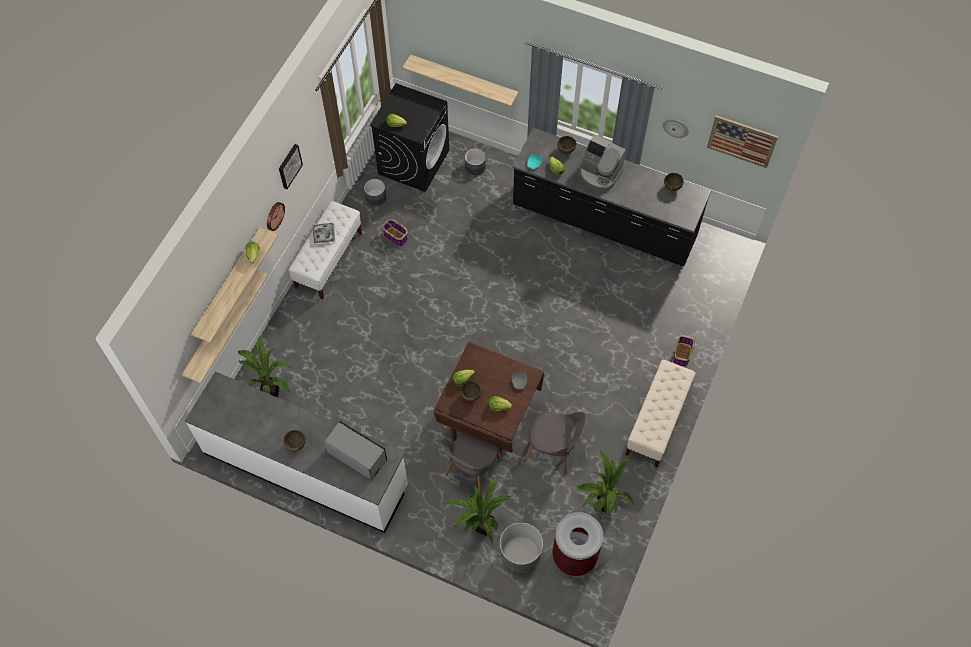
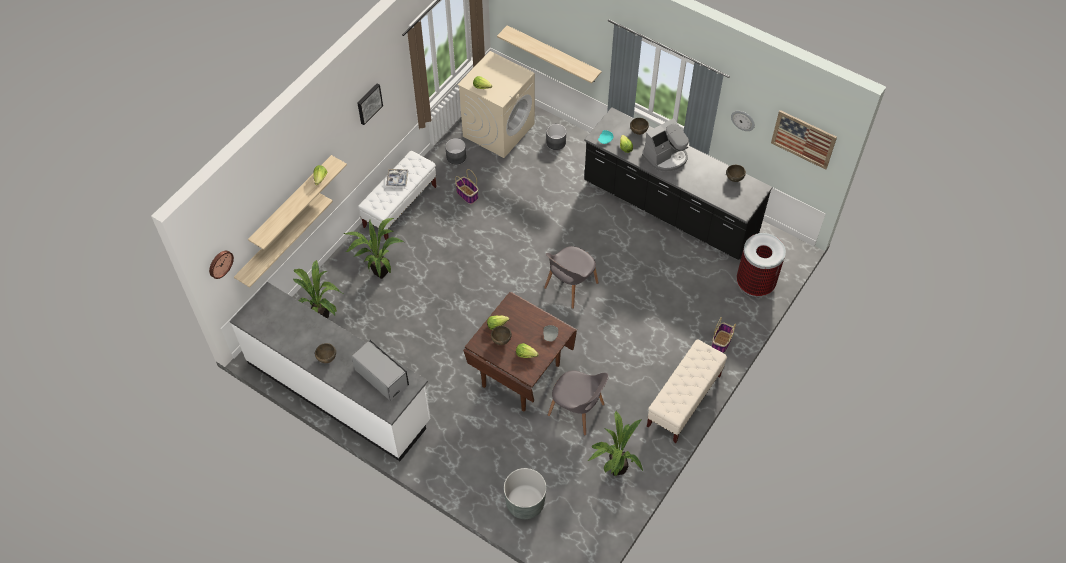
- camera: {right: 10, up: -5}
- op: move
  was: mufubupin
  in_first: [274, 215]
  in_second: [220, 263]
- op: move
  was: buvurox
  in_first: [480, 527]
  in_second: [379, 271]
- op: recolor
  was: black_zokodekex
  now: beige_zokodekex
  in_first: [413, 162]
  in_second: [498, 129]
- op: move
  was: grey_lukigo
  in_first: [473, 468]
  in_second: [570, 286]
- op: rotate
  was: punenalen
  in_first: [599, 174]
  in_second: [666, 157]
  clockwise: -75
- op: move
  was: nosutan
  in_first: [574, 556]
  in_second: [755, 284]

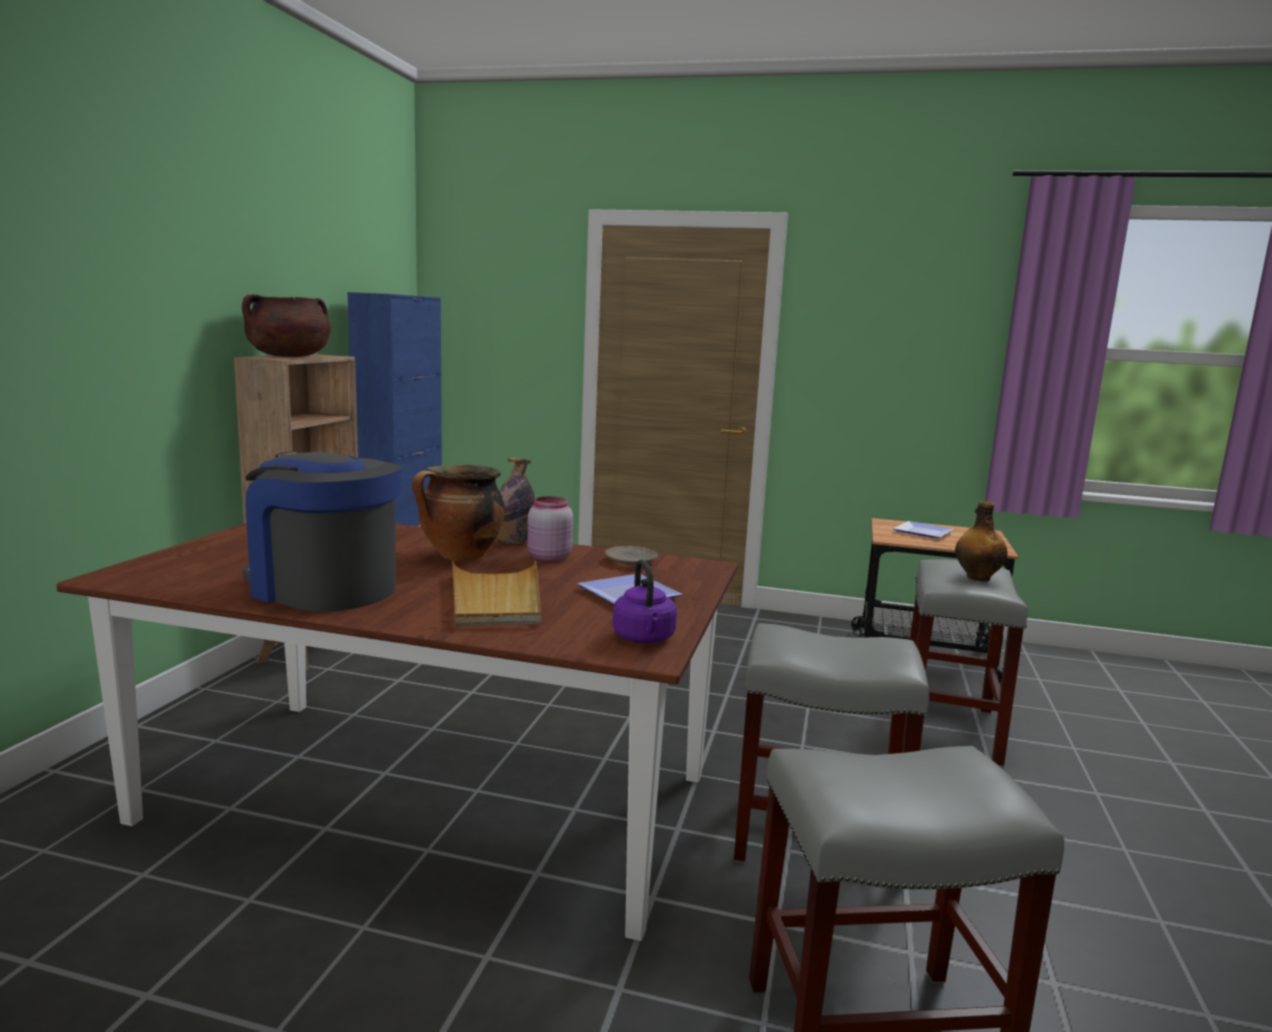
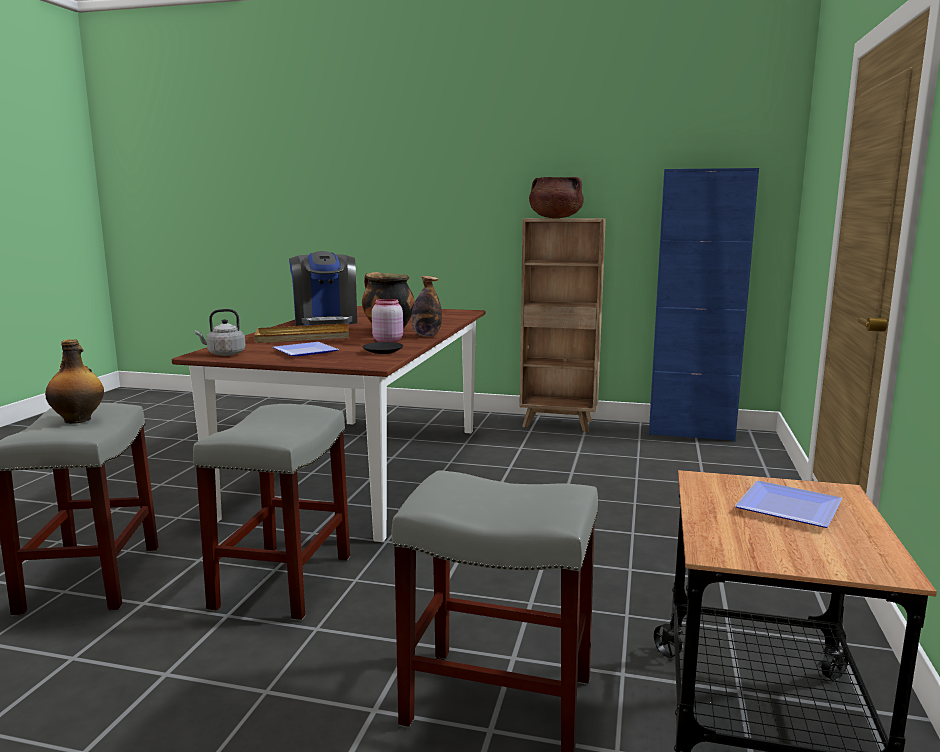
- camera: {right: 90, up: 0}
- op: move
  was: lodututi
  in_first: [977, 577]
  in_second: [79, 420]
- op: recolor
  was: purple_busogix
  now: grey_busogix
  in_first: [644, 639]
  in_second: [224, 354]
- op: rotate
  was: punenalen
  in_first: [323, 588]
  in_second: [326, 322]
  clockwise: 135
- op: recolor
  was: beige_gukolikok
  now: black_gukolikok
  in_first: [631, 561]
  in_second: [383, 352]

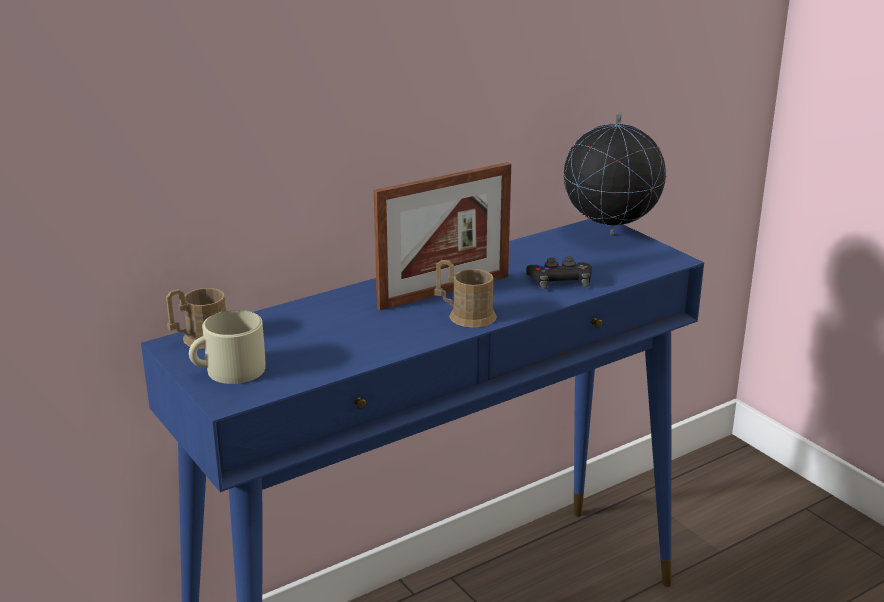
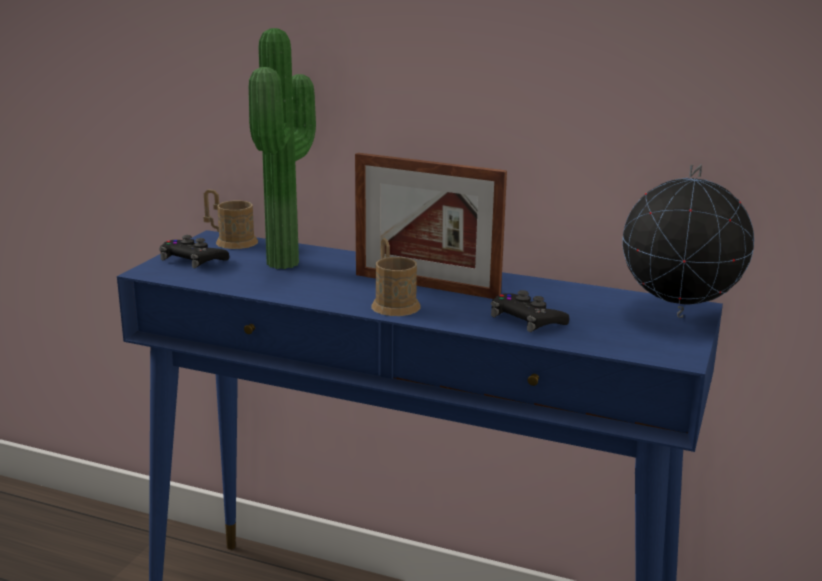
- camera: {right: 55, up: -5}
- op: replace
  was: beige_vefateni
  now: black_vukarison
  in_first: [228, 371]
  in_second: [193, 260]
- op: insert
  now: buvurox
  in_second: [289, 263]

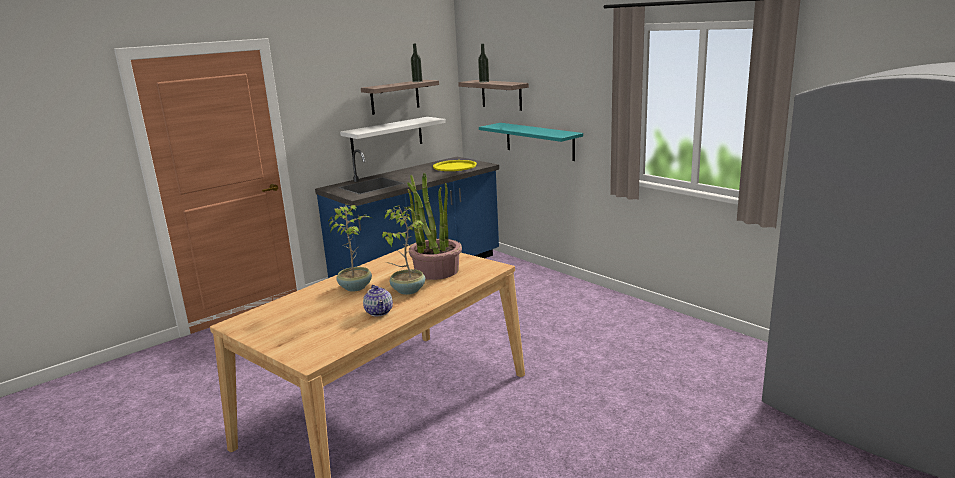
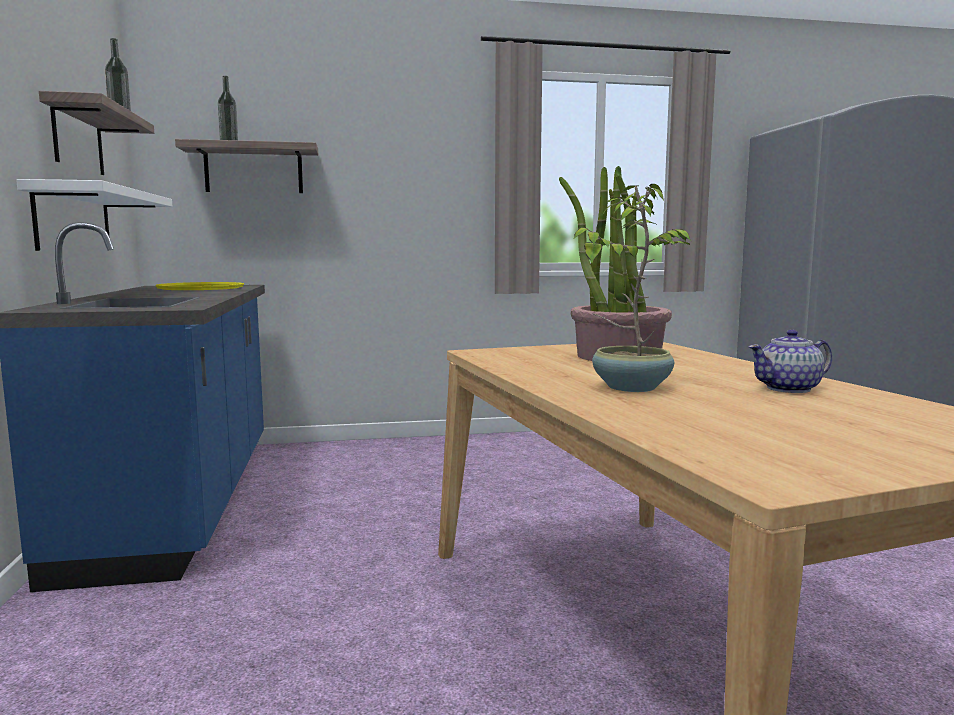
- camera: {right: -60, up: -10}
- op: rotate
  was: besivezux
  in_first: [379, 312]
  in_second: [789, 389]
  clockwise: 150
- op: delete
  was: buvurox
  in_first: [407, 290]
- op: delete
  was: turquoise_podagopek
  in_first: [539, 141]

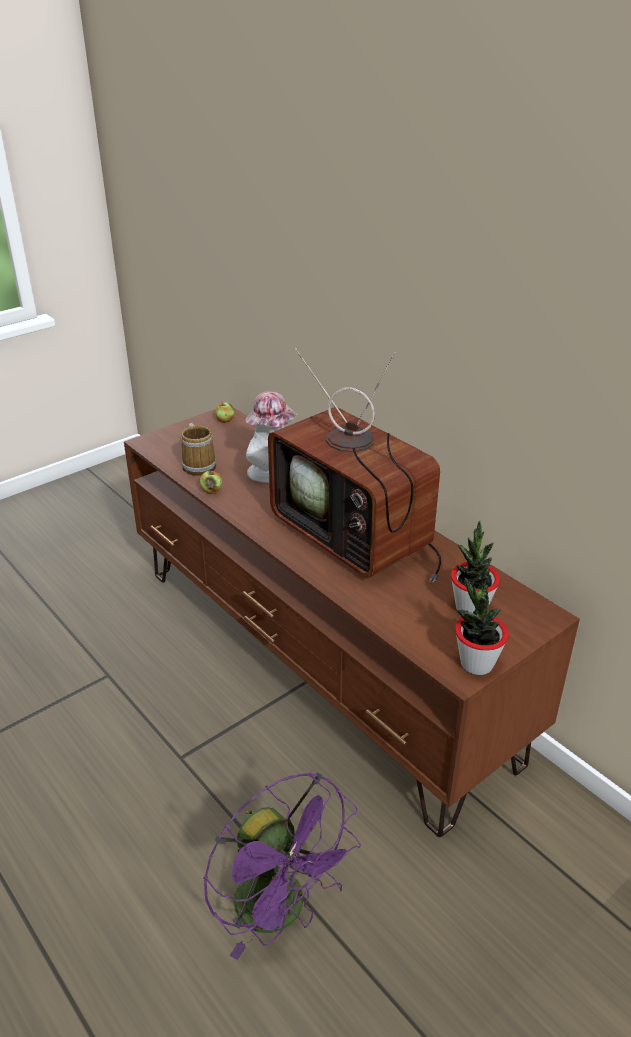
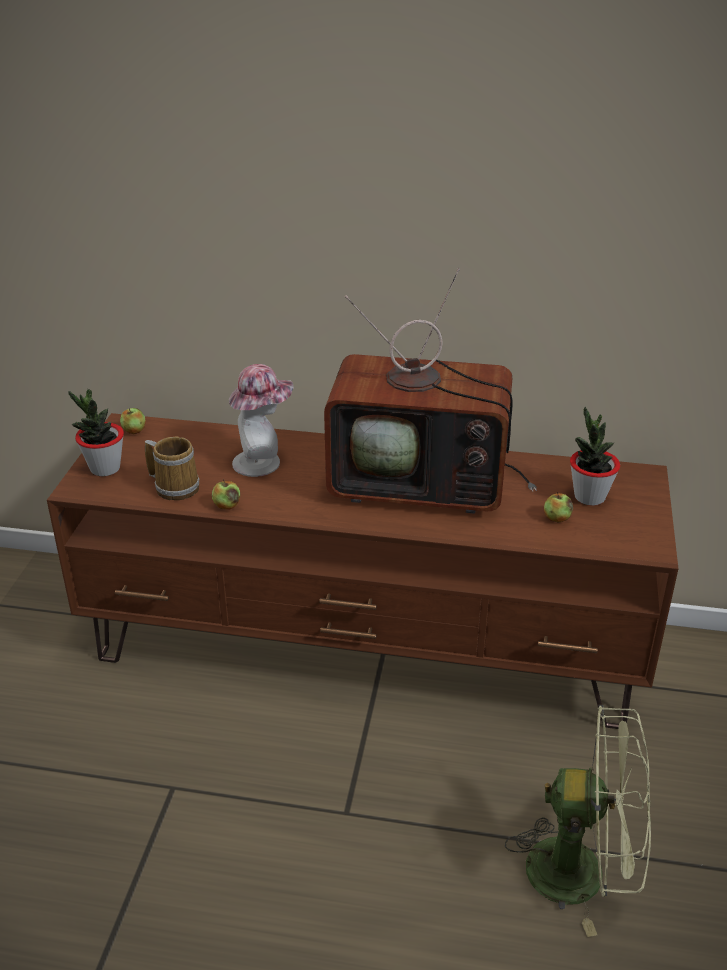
- camera: {right: -40, up: 0}
- op: move
  was: buvurox
  in_first: [476, 664]
  in_second: [105, 468]
- op: recolor
  was: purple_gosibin
  now: green_gosibin
  in_first: [281, 911]
  in_second: [583, 872]
- op: insert
  now: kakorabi
  in_second: [557, 518]

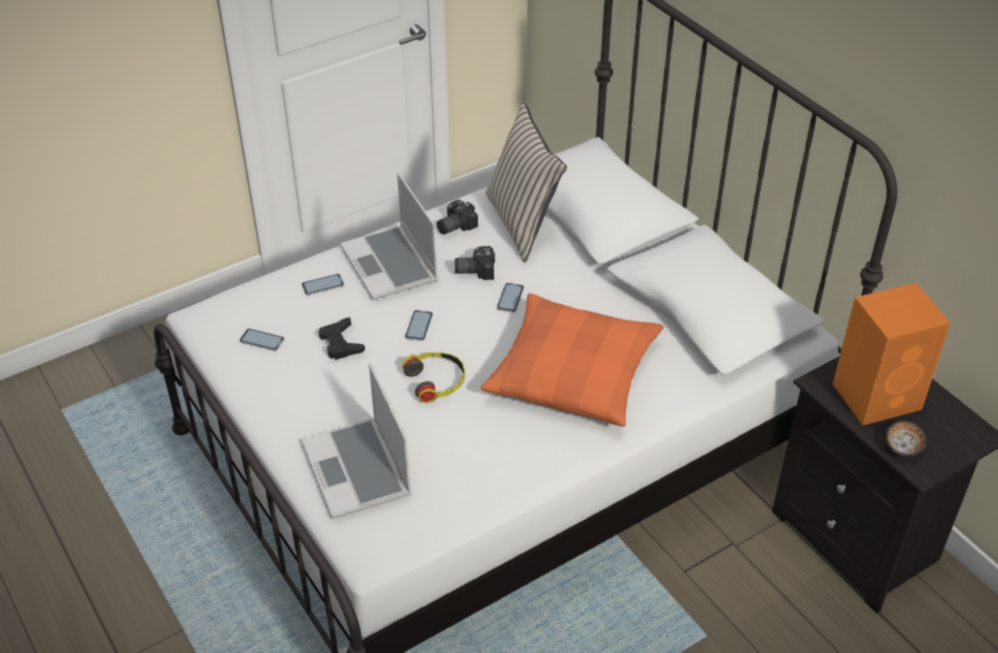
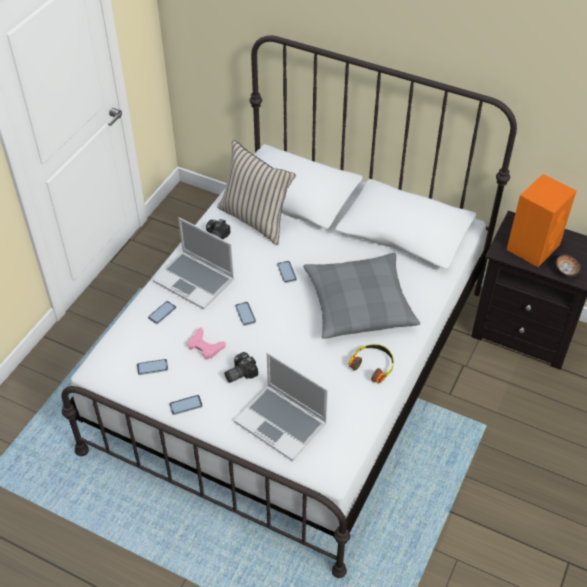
- camera: {right: -30, up: 5}
- op: insert
  now: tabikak
  in_second: [186, 405]
- op: recolor
  was: black_vukarison
  now: pink_vukarison
  in_first: [341, 343]
  in_second: [205, 346]
- op: move
  was: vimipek
  in_first: [475, 270]
  in_second: [239, 373]
- op: recolor
  was: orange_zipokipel
  now: grey_zipokipel
  in_first: [573, 372]
  in_second: [359, 304]
- op: move
  was: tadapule
  in_first: [436, 381]
  in_second: [373, 365]

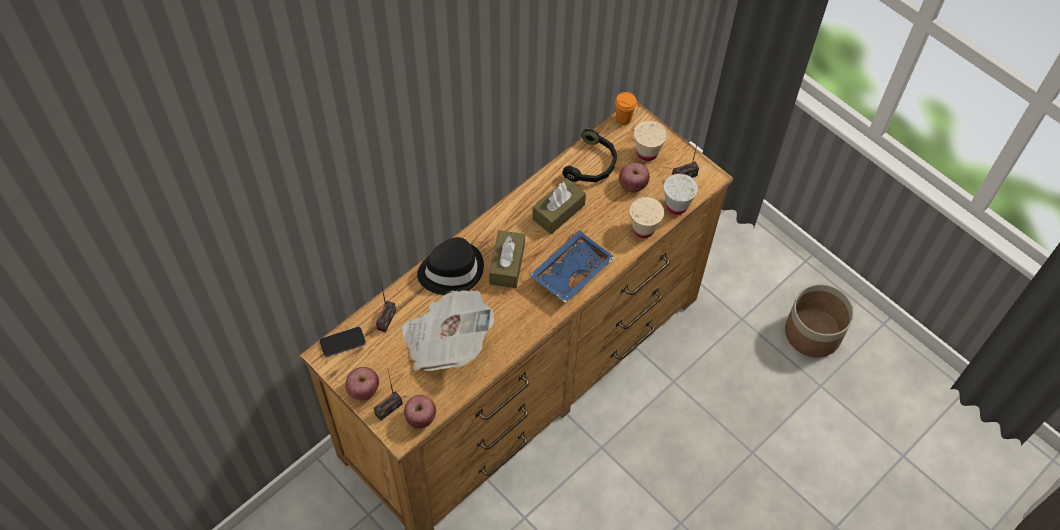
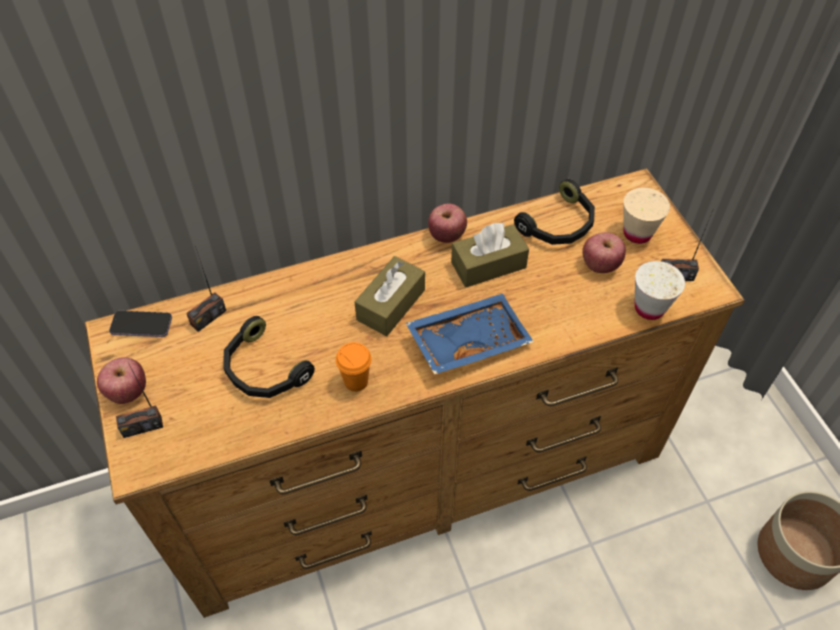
- camera: {right: 25, up: -5}
- op: replace
  was: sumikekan
  now: black_tadapule
  in_first: [446, 341]
  in_second: [263, 370]
- op: move
  was: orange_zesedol
  in_first: [623, 119]
  in_second: [356, 381]
- op: move
  was: kakorabi
  in_first: [421, 418]
  in_second: [447, 236]
- op: delete
  was: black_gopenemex
  in_first: [451, 270]
- op: delete
  was: beige_zesedol
  in_first: [643, 229]

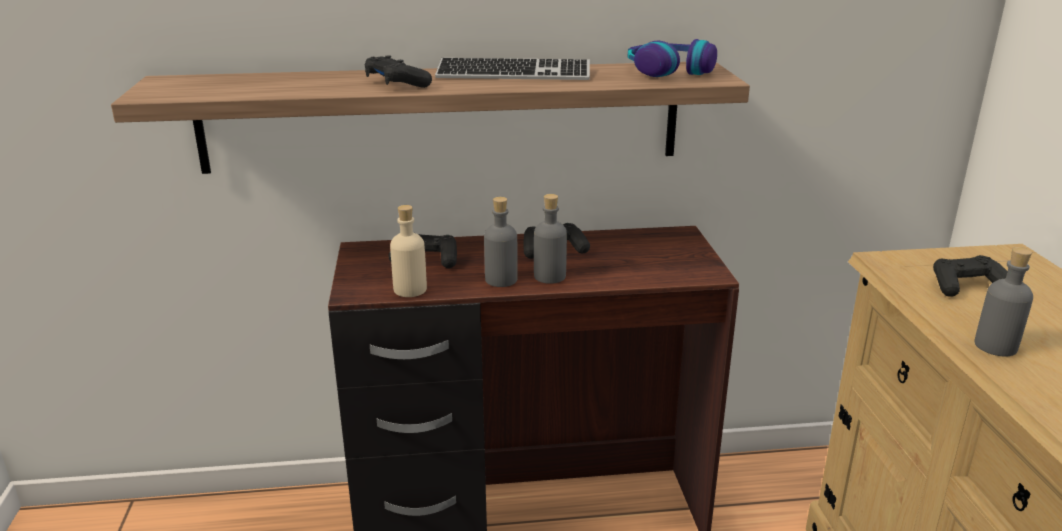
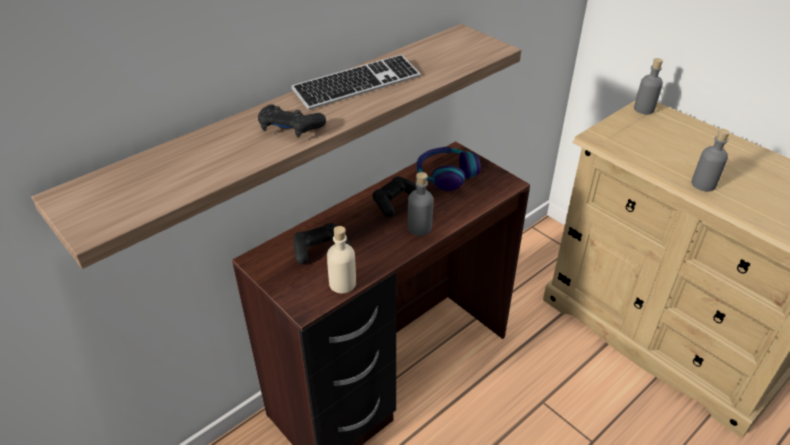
- camera: {right: -35, up: 15}
- op: move
  was: tadapule
  in_first: [669, 70]
  in_second: [446, 174]
- op: move
  was: grey_lodututi
  in_first: [501, 280]
  in_second: [644, 109]
- op: delete
  was: black_vukarison
  in_first: [967, 286]

